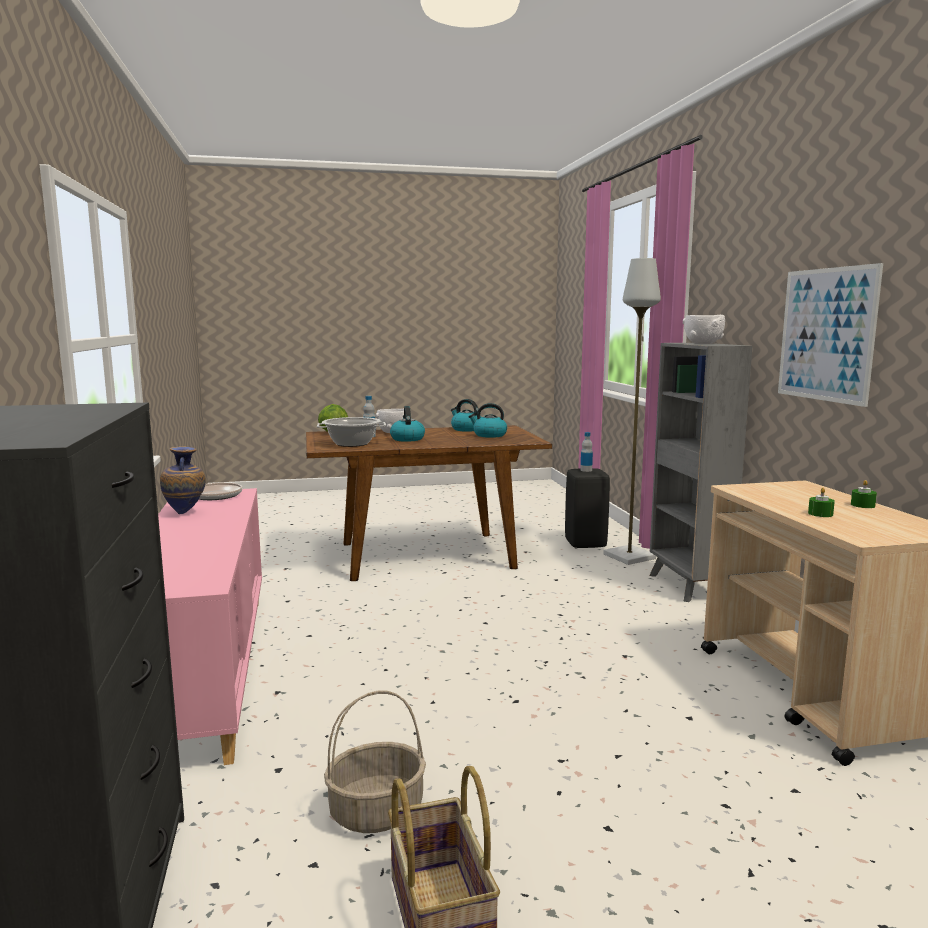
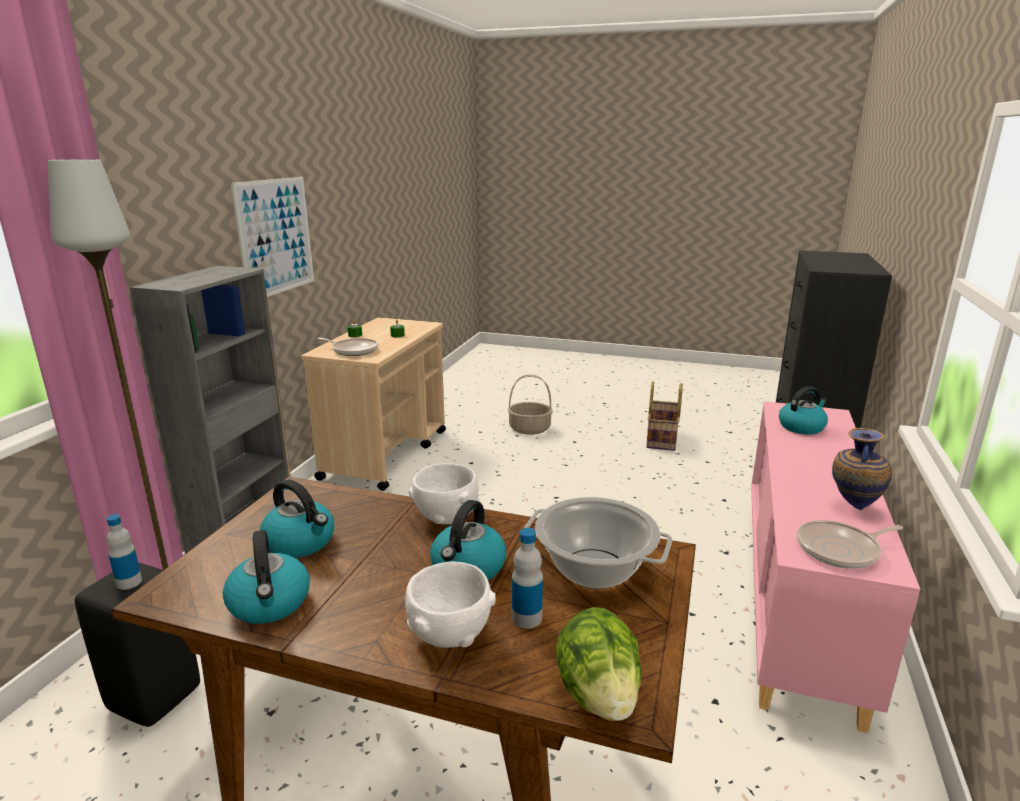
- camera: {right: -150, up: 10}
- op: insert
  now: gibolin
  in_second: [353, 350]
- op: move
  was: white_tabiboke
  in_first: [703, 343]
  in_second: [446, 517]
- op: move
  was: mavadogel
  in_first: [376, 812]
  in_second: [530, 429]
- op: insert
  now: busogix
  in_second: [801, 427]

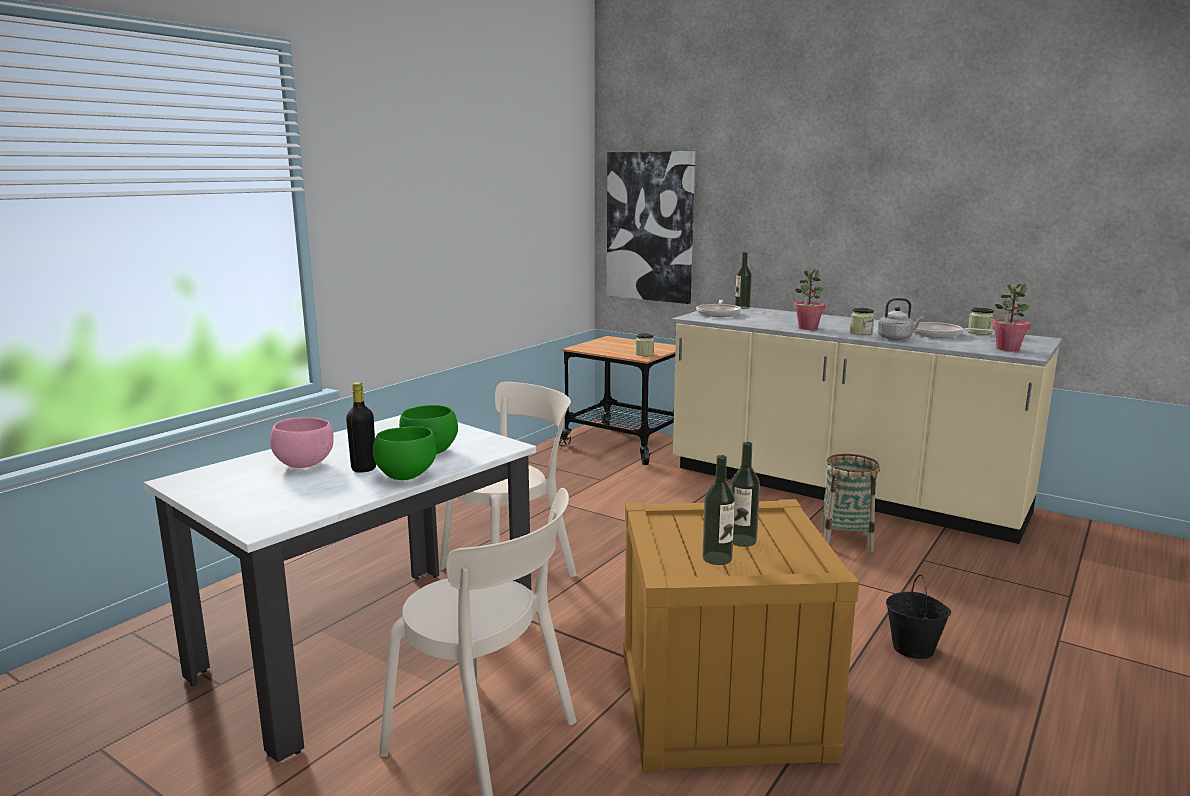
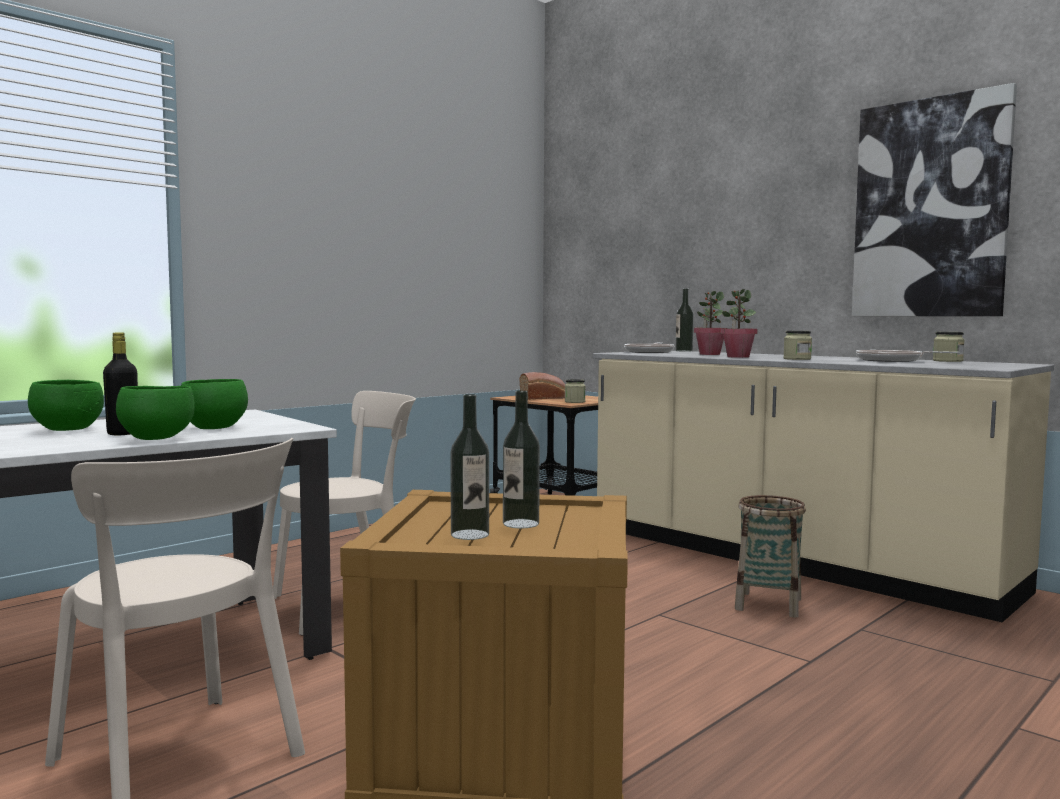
- camera: {right: 10, up: -10}
- op: recolor
  was: pink_tabiboke
  now: green_tabiboke
  in_first: [305, 464]
  in_second: [69, 430]
- op: insert
  now: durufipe
  in_second: [544, 398]
- op: move
  was: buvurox
  in_first: [1007, 349]
  in_second: [709, 354]
- op: move
  was: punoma
  in_first: [650, 227]
  in_second: [930, 208]
- op: delete
  was: grey_busogix
  in_first: [896, 338]
- op: delete
  was: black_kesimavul
  in_first: [914, 648]

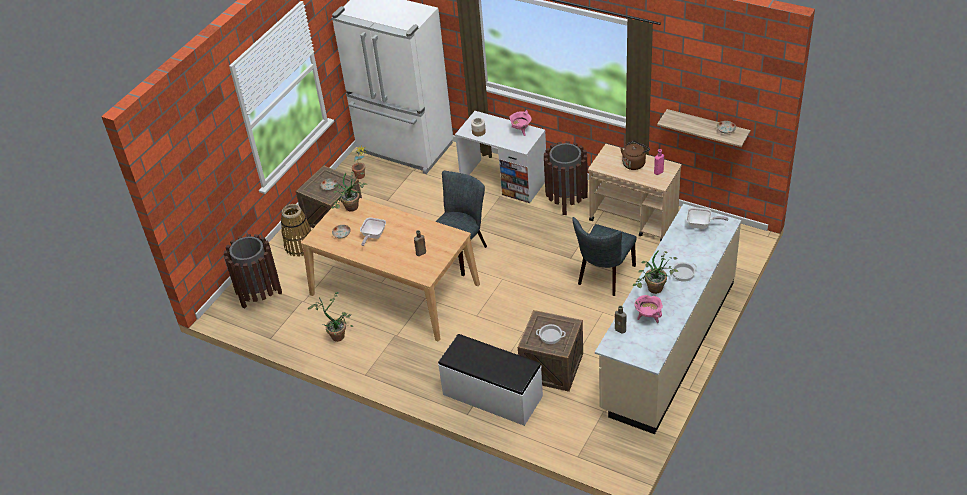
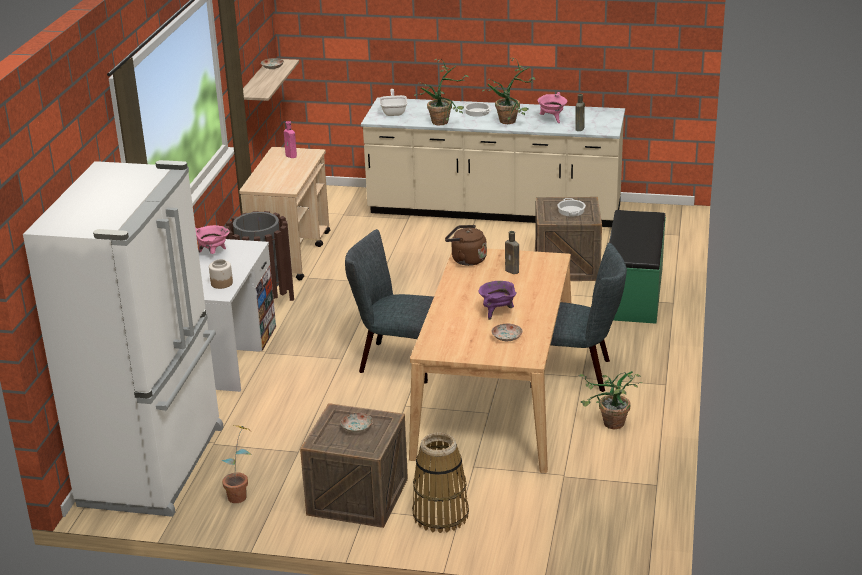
- camera: {right: -110, up: -15}
- op: move
  was: buvurox
  in_first: [351, 210]
  in_second: [444, 121]
- op: move
  was: brown_busogix
  in_first: [634, 163]
  in_second: [466, 260]
- op: replace
  was: gibolin
  now: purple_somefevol
  in_first: [373, 236]
  in_second: [497, 312]
- op: move
  was: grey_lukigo
  in_first: [604, 277]
  in_second: [576, 373]
- op: recolor
  was: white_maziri
  now: green_maziri
  in_first: [492, 396]
  in_second: [635, 293]
- op: delete
  was: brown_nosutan
  in_first: [259, 294]

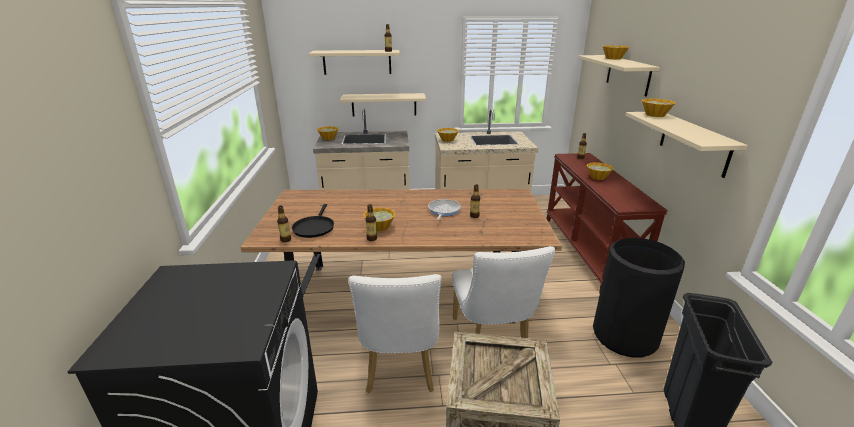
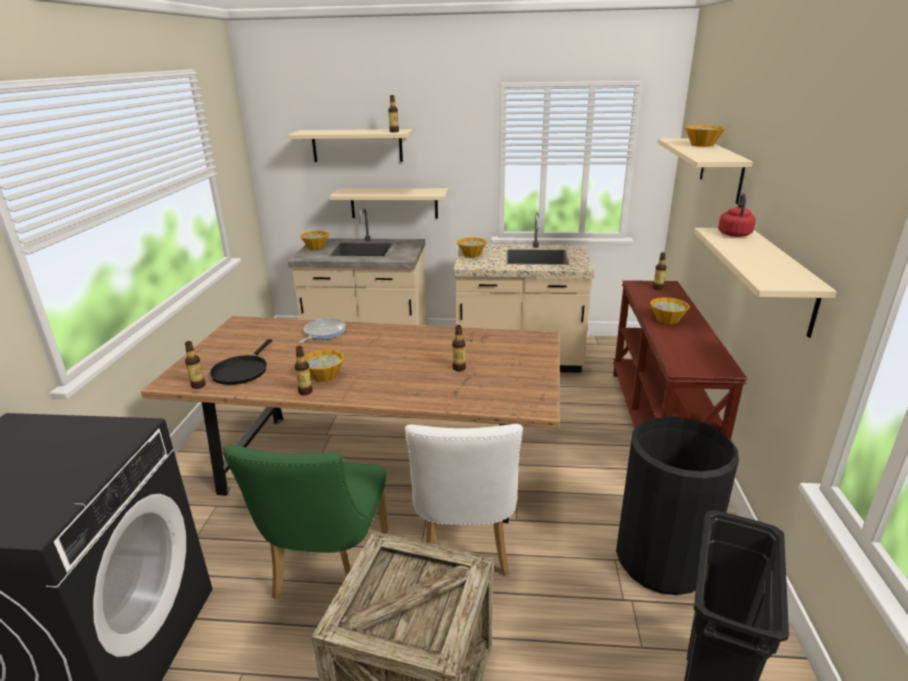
- camera: {right: 10, up: 0}
- op: recolor
  was: white_lukigo
  now: green_lukigo
  in_first: [400, 369]
  in_second: [328, 571]
- op: move
  was: gibolin
  in_first: [443, 211]
  in_second: [323, 333]
- op: replace
  was: tabiboke
  now: red_busogix
  in_first: [655, 115]
  in_second: [734, 234]

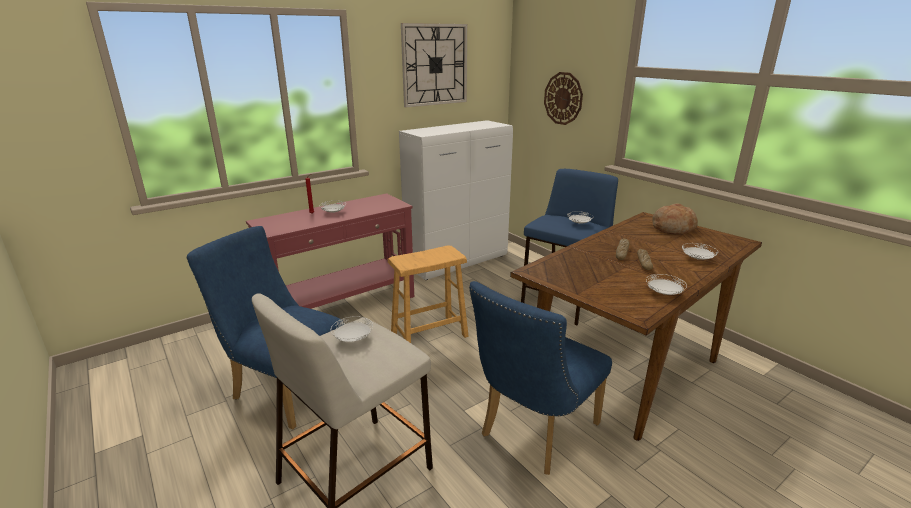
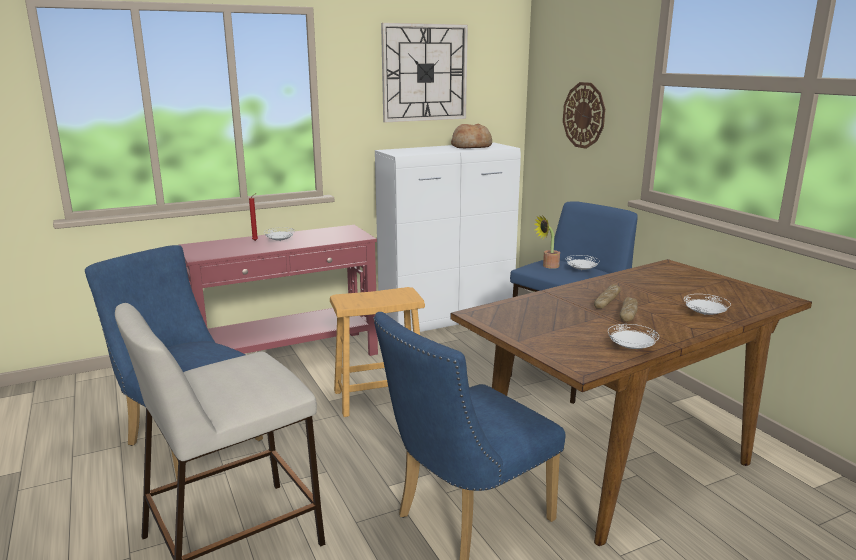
- camera: {right: 10, up: -5}
- op: move
  was: durufipe
  in_first: [672, 228]
  in_second: [471, 146]
- op: insert
  now: buvurox
  in_second: [548, 266]
- op: delete
  was: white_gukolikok
  in_first: [353, 339]

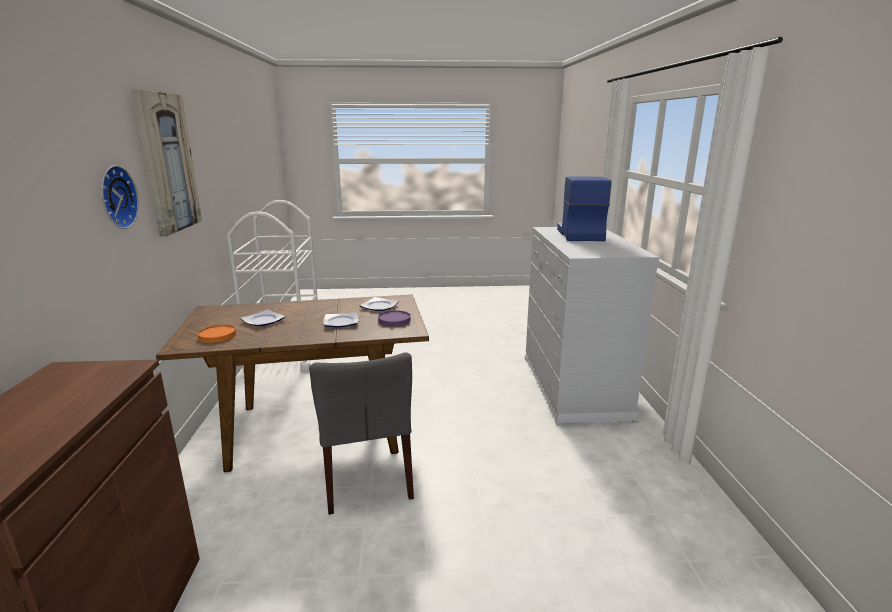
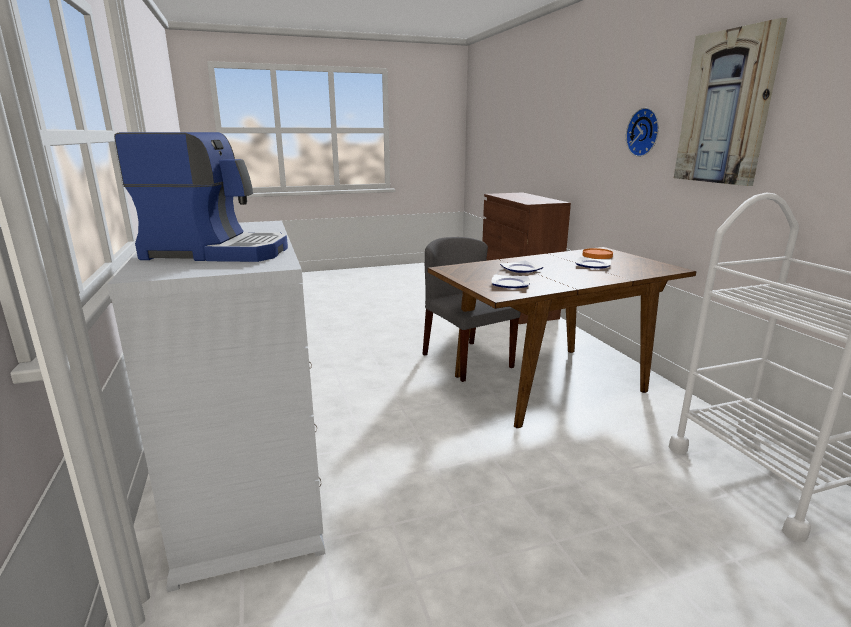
- camera: {right: 165, up: 0}
- op: rotate
  was: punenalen
  in_first: [578, 234]
  in_second: [217, 252]
  clockwise: -75
- op: delete
  was: purple_gukolikok
  in_first: [394, 320]

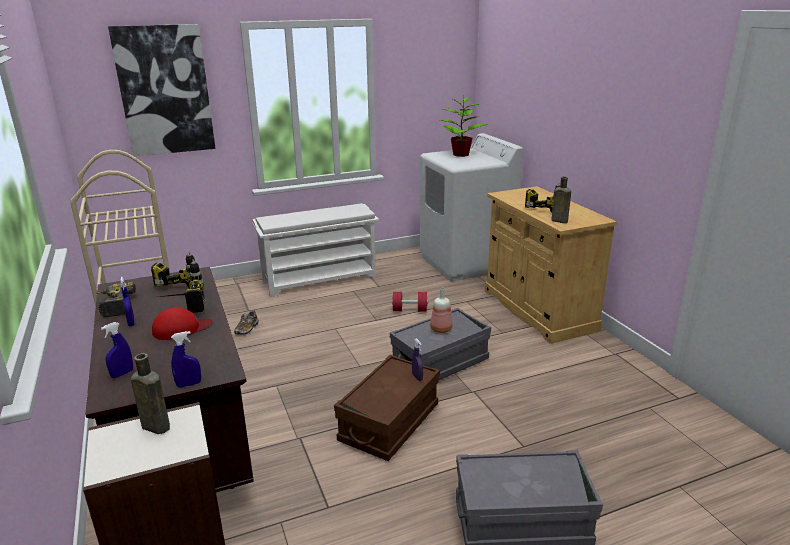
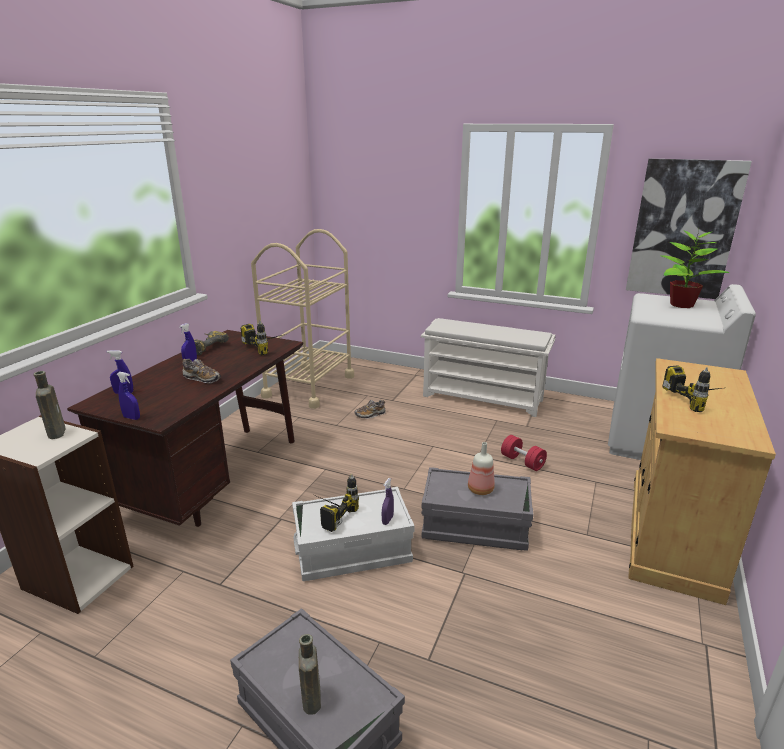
- camera: {right: 45, up: 0}
- op: replace
  was: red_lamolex
  now: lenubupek
  in_first: [181, 329]
  in_second: [202, 379]
- op: recolor
  was: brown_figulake
  now: white_figulake
  in_first: [389, 423]
  in_second: [353, 552]
- op: move
  was: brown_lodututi
  in_first: [558, 220]
  in_second: [311, 698]
- op: move
  was: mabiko
  in_first: [181, 306]
  in_second: [329, 513]
- op: move
  was: punoma
  in_first: [164, 90]
  in_second: [683, 229]

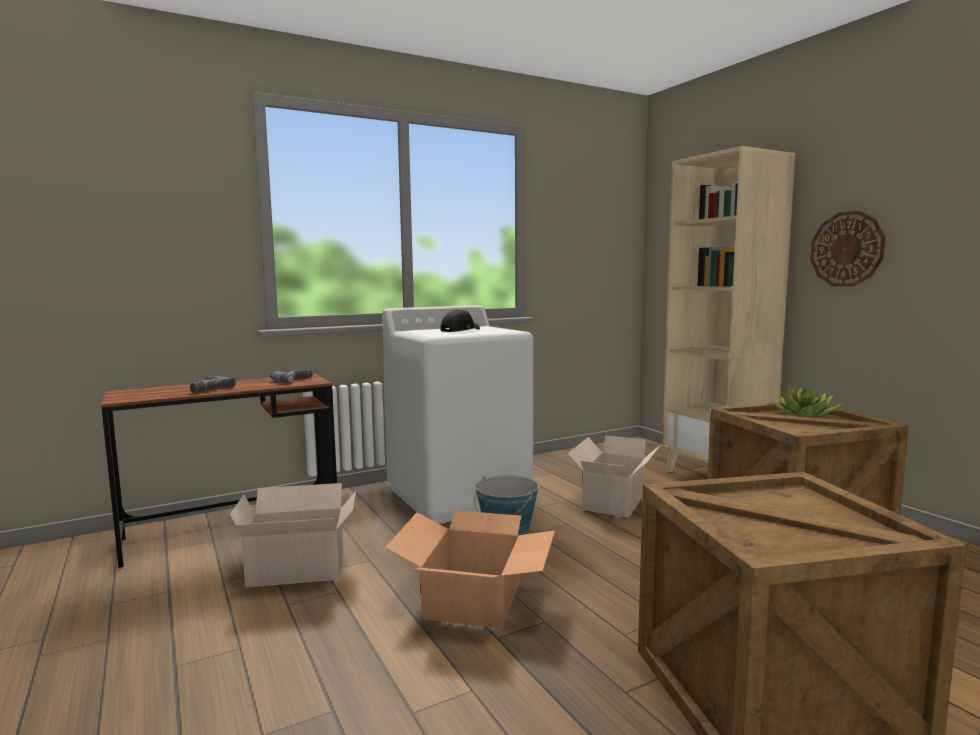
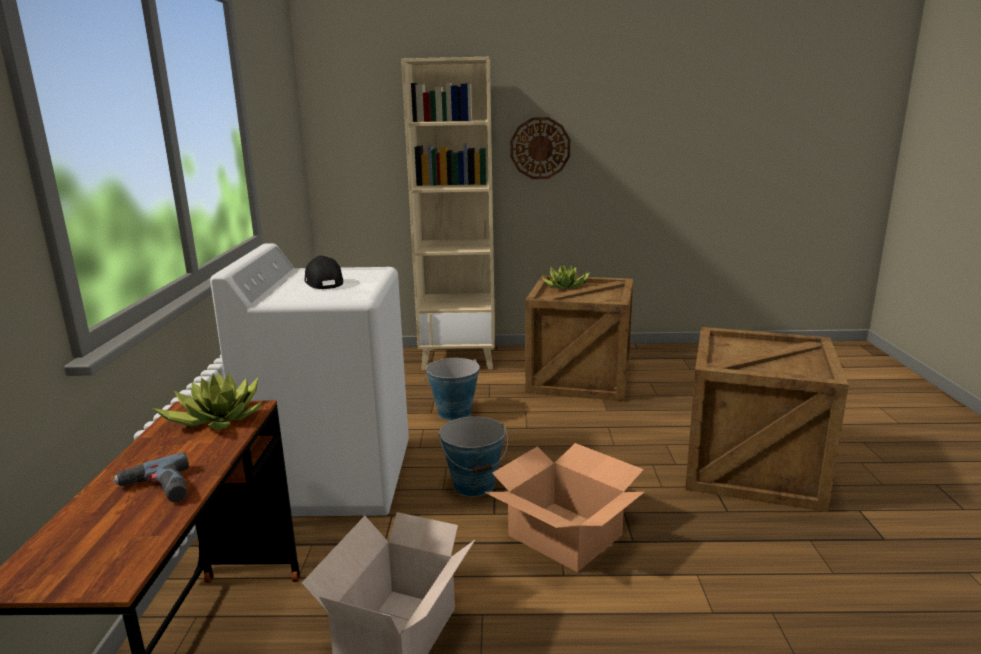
- camera: {right: -60, up: 10}
- op: replace
  was: mabiko
  now: buvurox
  in_first: [296, 380]
  in_second: [216, 419]
- op: replace
  was: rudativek
  now: kesimavul
  in_first: [612, 502]
  in_second: [454, 413]

